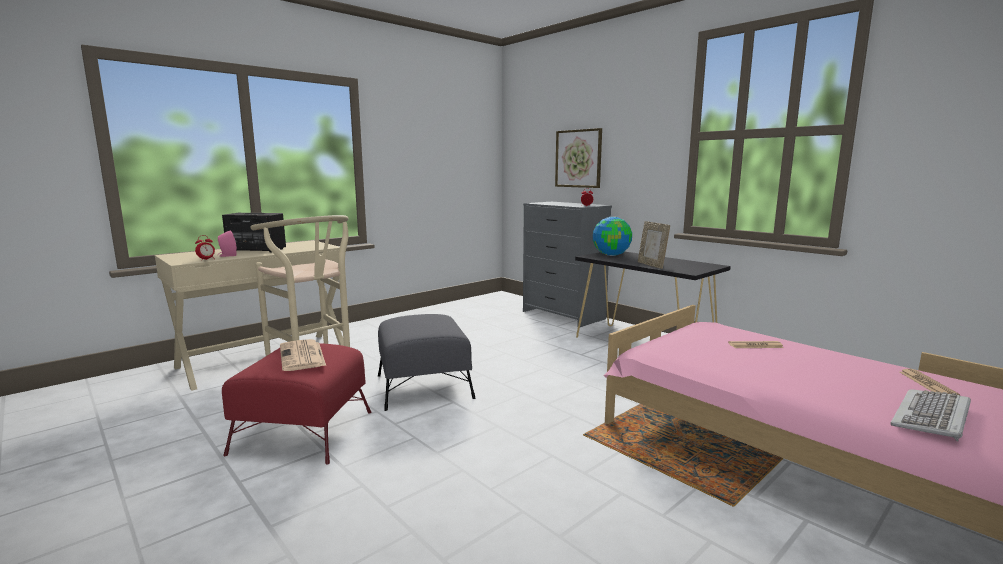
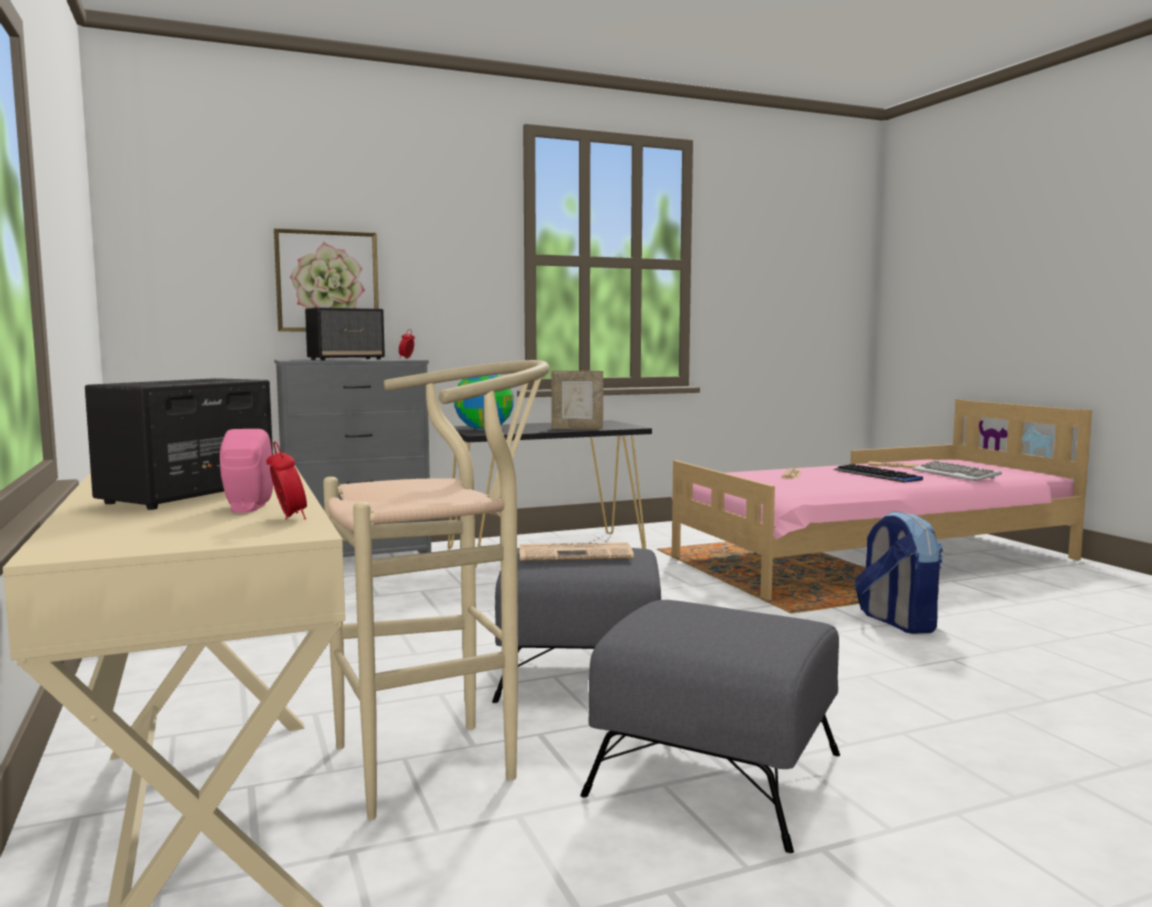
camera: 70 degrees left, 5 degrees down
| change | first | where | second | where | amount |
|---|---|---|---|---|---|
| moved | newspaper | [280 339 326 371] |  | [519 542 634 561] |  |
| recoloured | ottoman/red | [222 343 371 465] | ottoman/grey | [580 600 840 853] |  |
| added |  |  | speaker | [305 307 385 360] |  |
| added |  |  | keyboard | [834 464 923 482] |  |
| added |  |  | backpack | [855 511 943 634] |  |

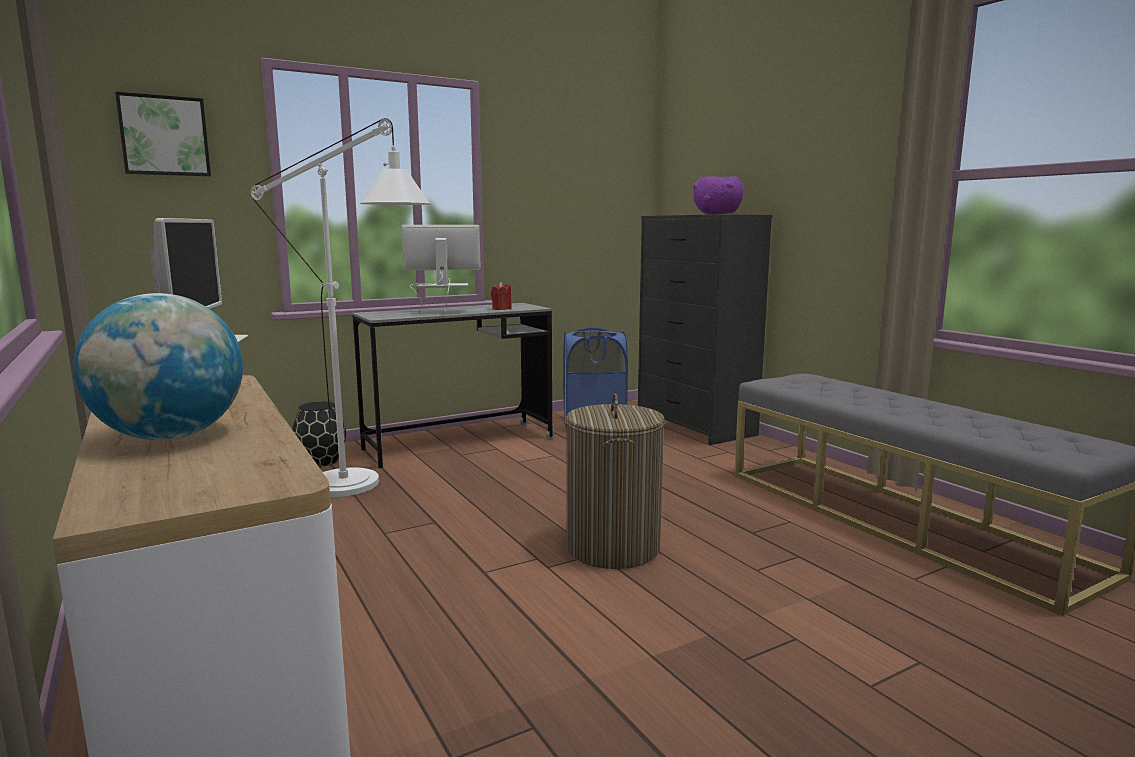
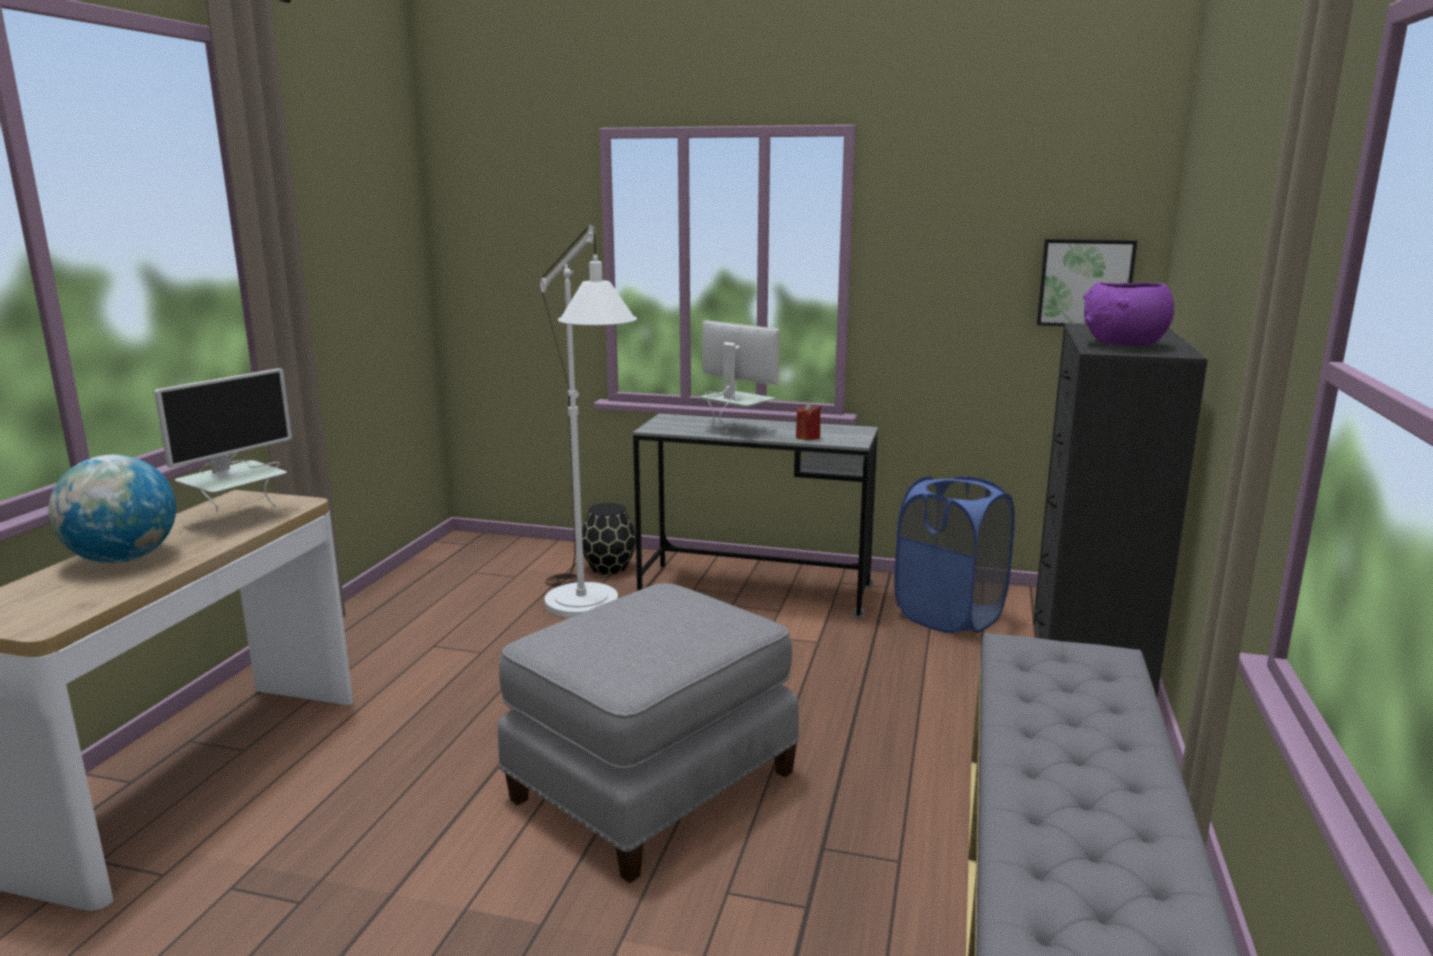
camera: 45 degrees right, 5 degrees up
| change | first | where | second | where | amount |
|---|---|---|---|---|---|
| moved | picture | [115 92 211 176] |  | [1037 239 1137 326] |  |
| replaced | laundry basket | [566 393 665 569] | ottoman/grey | [498 583 799 883] |  |

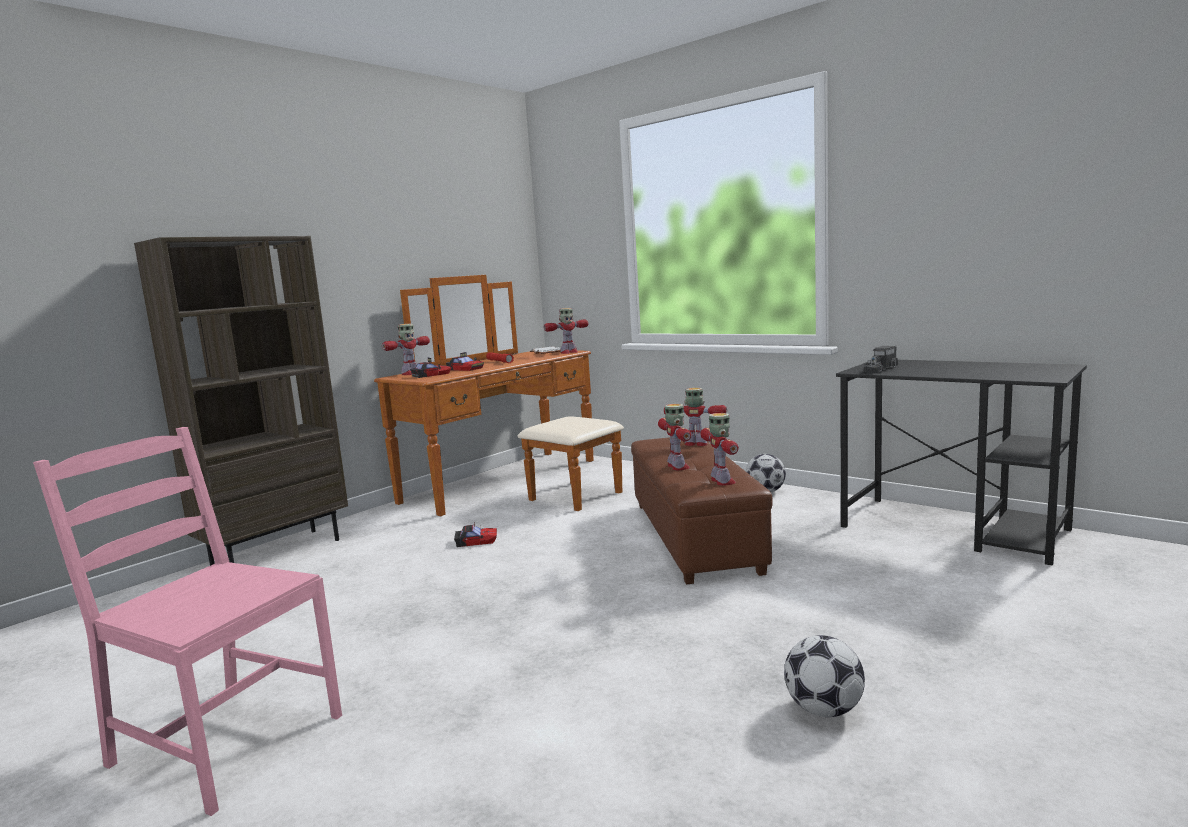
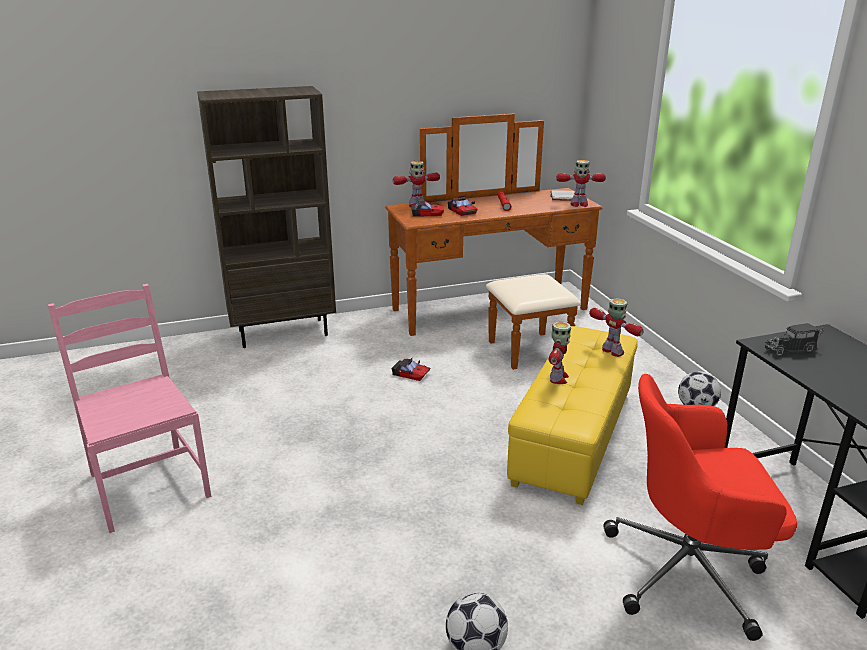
camera: 30 degrees right, 15 degrees up
| change | first | where | second | where | amount |
|---|---|---|---|---|---|
| removed | toy robot | [700 413 739 486] |  |  |  |
| recoloured | ottoman/brown | [631 437 773 585] | ottoman/yellow | [507 326 638 505] |  |
| added |  |  | office chair/red | [603 374 797 641] |  |

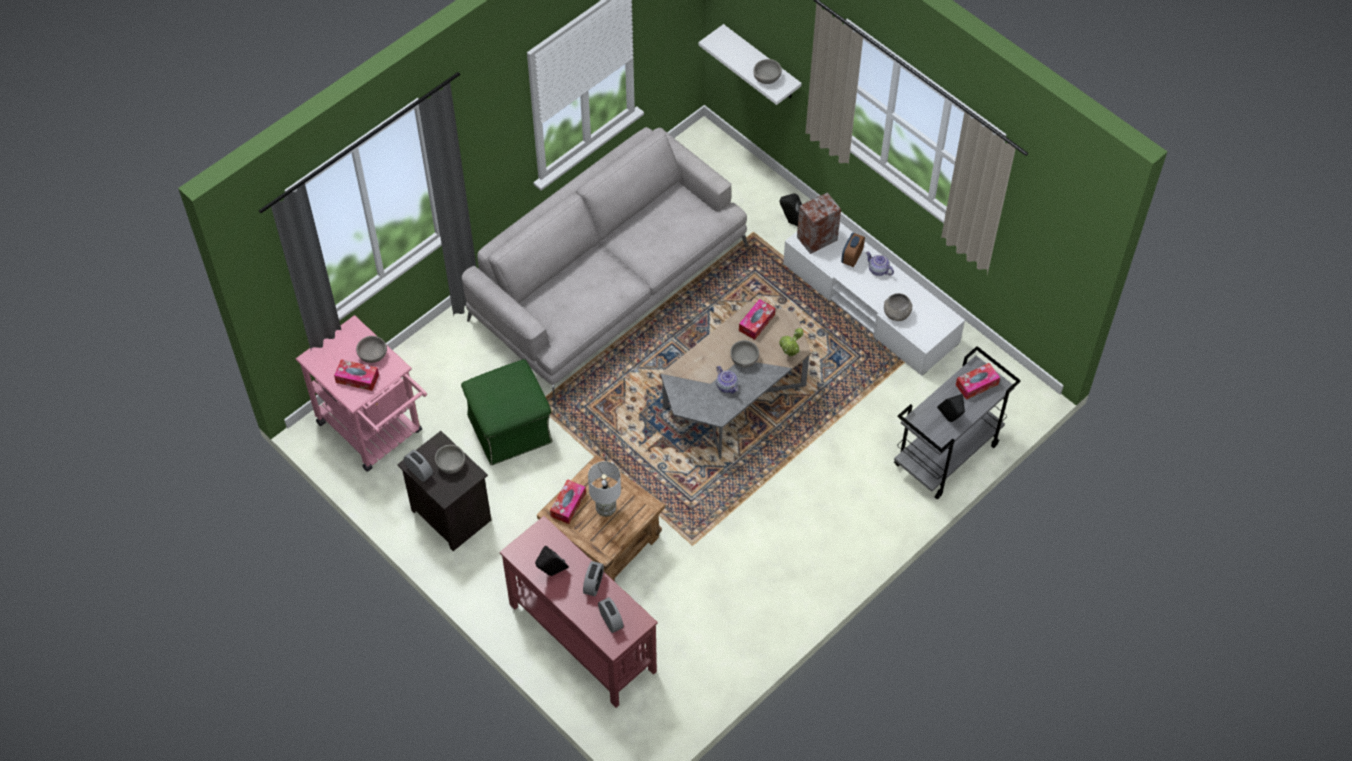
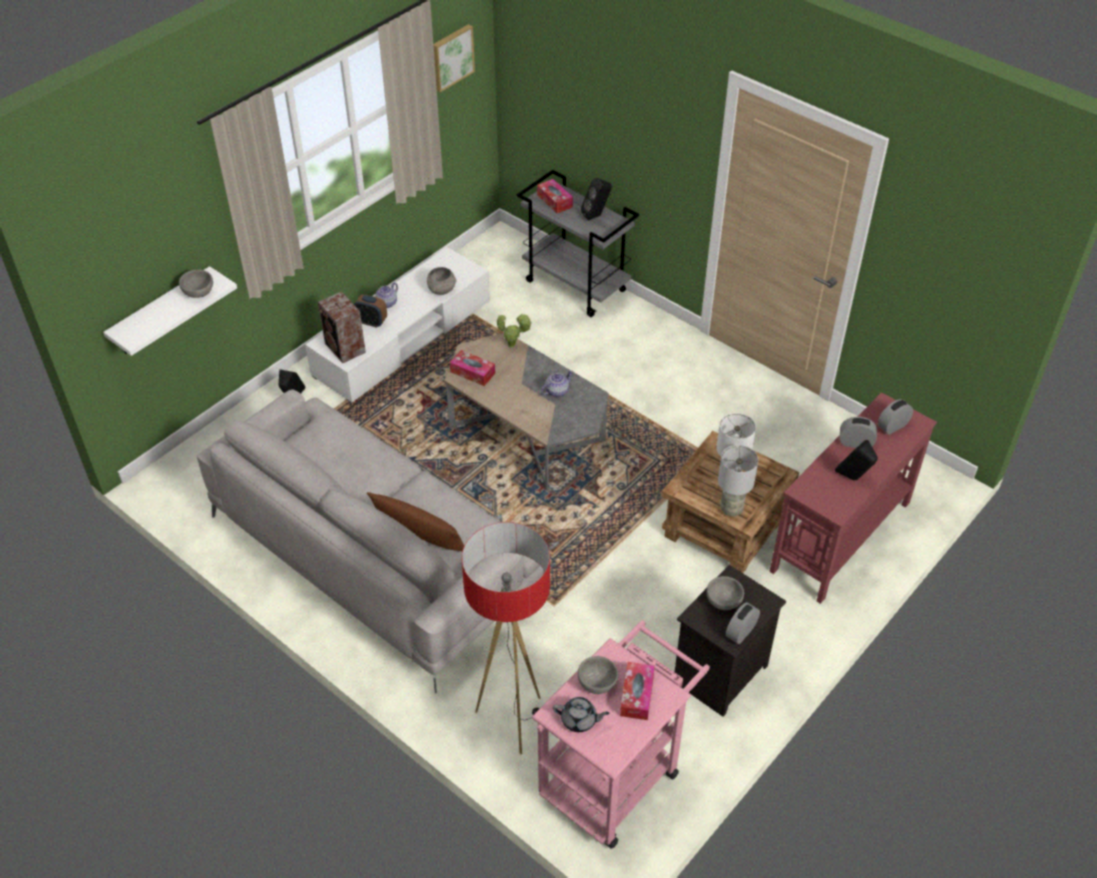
camera: 95 degrees left, 10 degrees down
| change | first | where | second | where | amount |
|---|---|---|---|---|---|
| removed | bowl/grey | [730 340 759 368] |  |  |  |
| removed | ottoman/green | [461 359 552 465] |  |  |  |
| replaced | tissue box | [550 479 586 524] | table lamp/grey | [718 445 758 517] |  |
| added |  |  | picture | [433 24 475 92] |  |
| added |  |  | pillow/brown | [367 492 464 551] |  |
| added |  |  | floor lamp | [462 522 550 754] |  |
| added |  |  | teapot/grey | [553 697 610 732] |  |

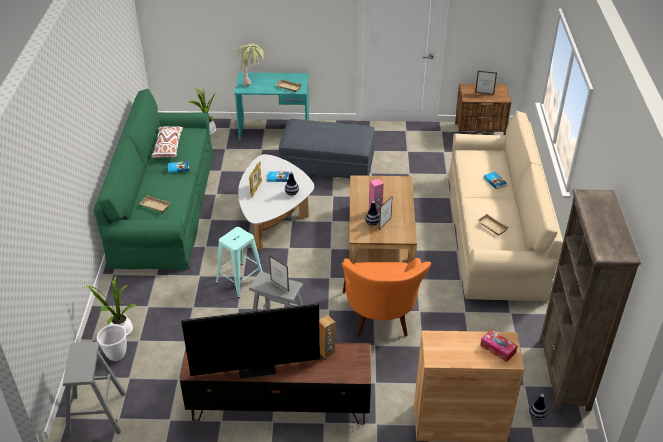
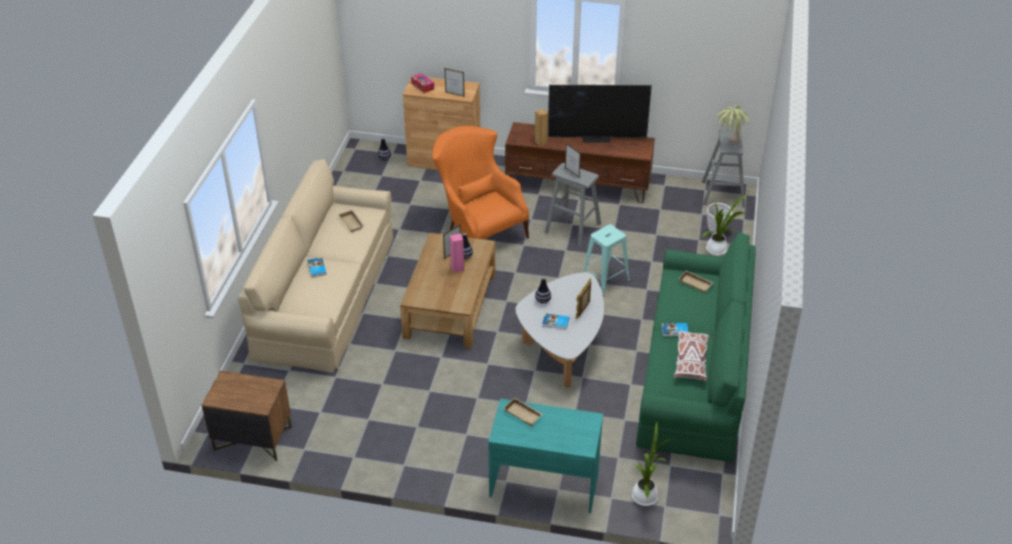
camera: 170 degrees left, 0 degrees up
| change | first | where | second | where | amount |
|---|---|---|---|---|---|
| moved | potted plant | [235 44 264 86] |  | [716 105 750 143] |  |
| moved | picture frame | [475 71 497 95] |  | [444 68 465 97] |  |
| removed | ottoman/grey | [279 119 375 178] |  |  |  |
| removed | bookcase/brown | [540 189 641 411] |  |  |  |
| turned | armchair/orange | [342 258 431 337] |  | [432 126 529 239] | 45 degrees counterclockwise |

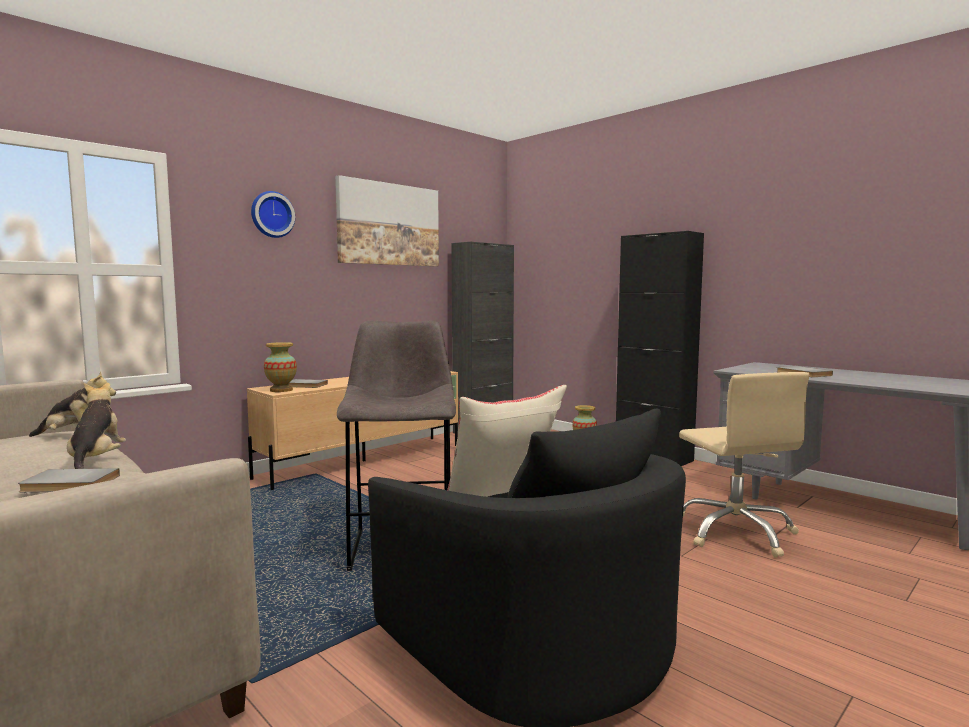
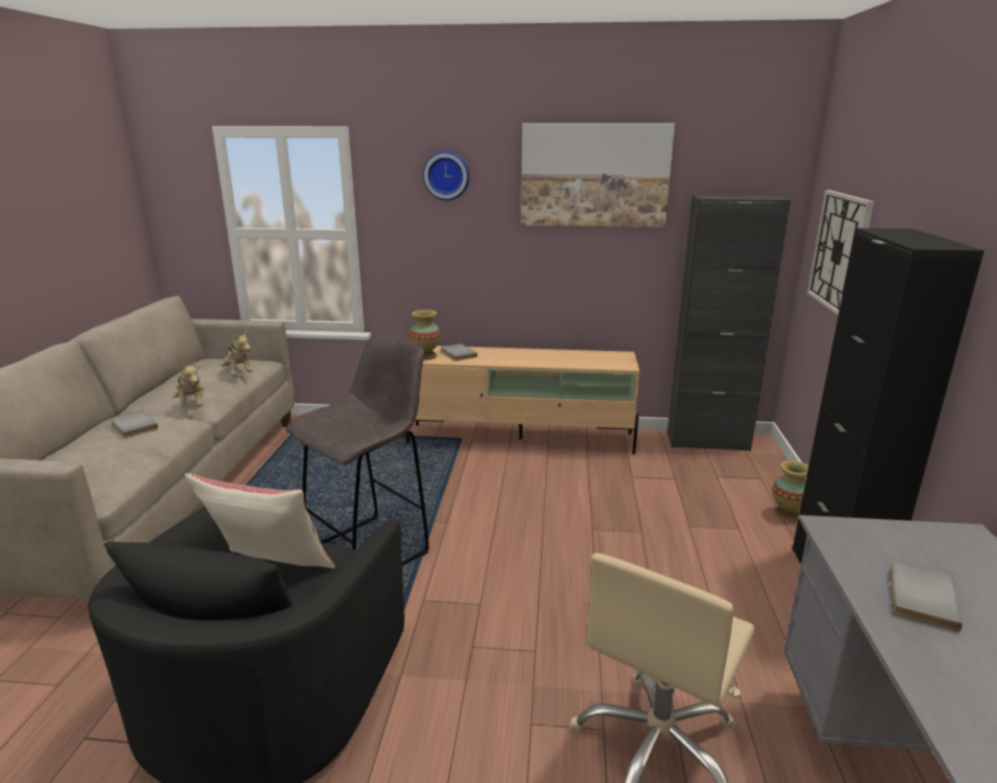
camera: 50 degrees right, 15 degrees up
| change | first | where | second | where | amount |
|---|---|---|---|---|---|
| turned | plush toy | [67 383 126 469] |  | [172 360 204 408] | 120 degrees clockwise |
| added |  |  | wall clock | [807 190 874 315] |  |

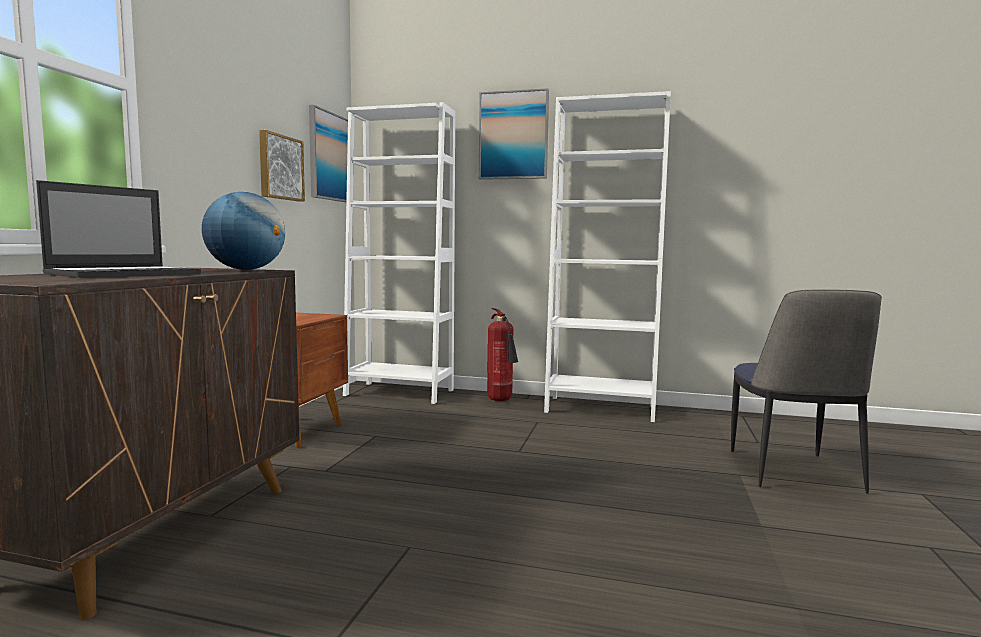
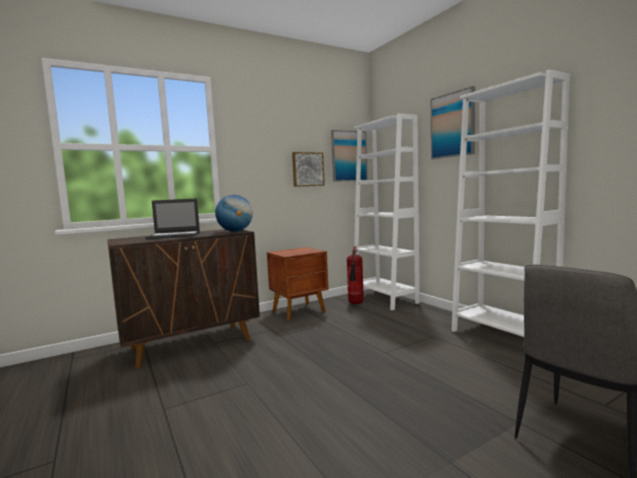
camera: 45 degrees right, 0 degrees up
| change | first | where | second | where | amount |
|---|---|---|---|---|---|
| moved | fire extinguisher | [487 308 518 401] |  | [347 246 364 304] |  |

